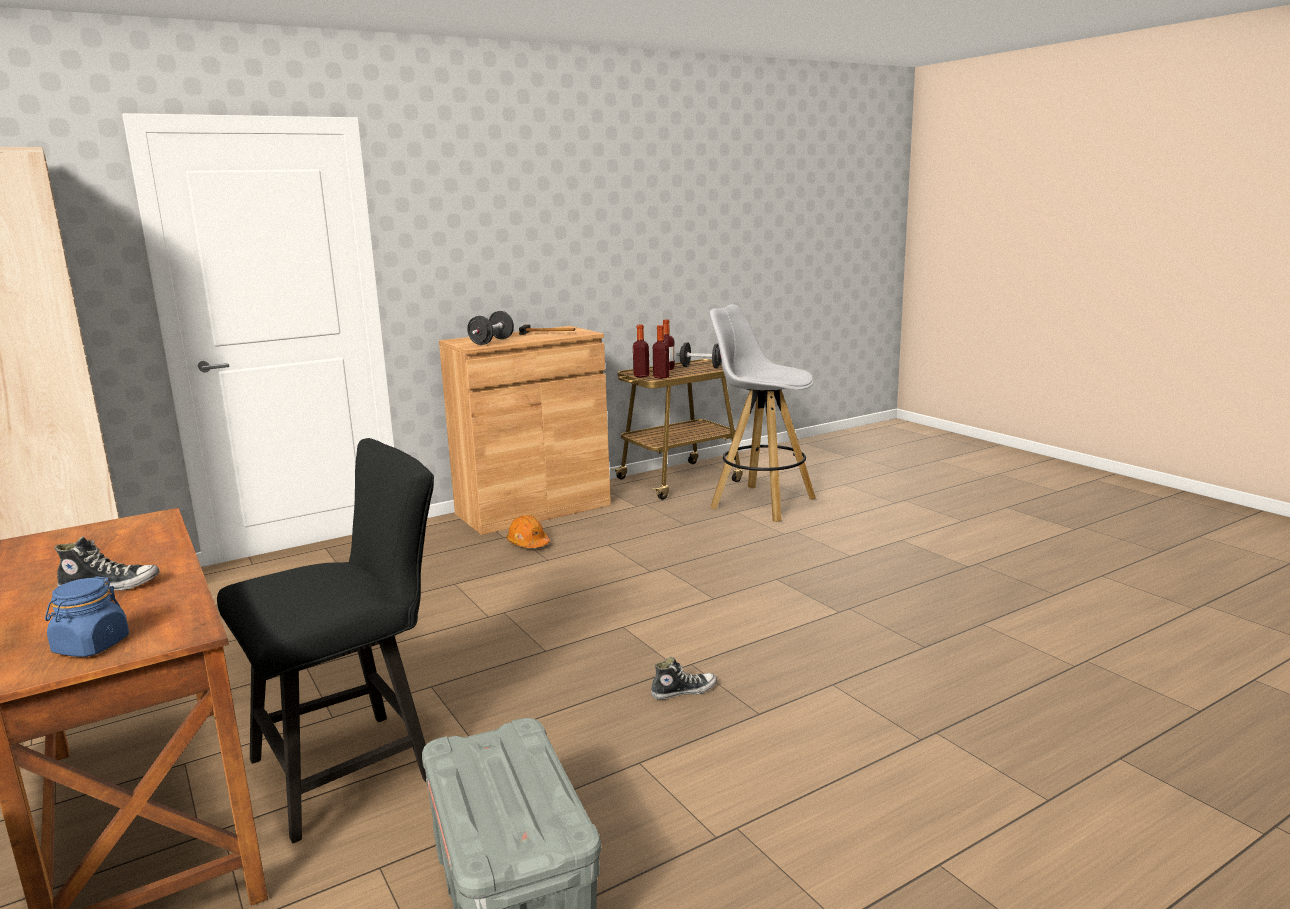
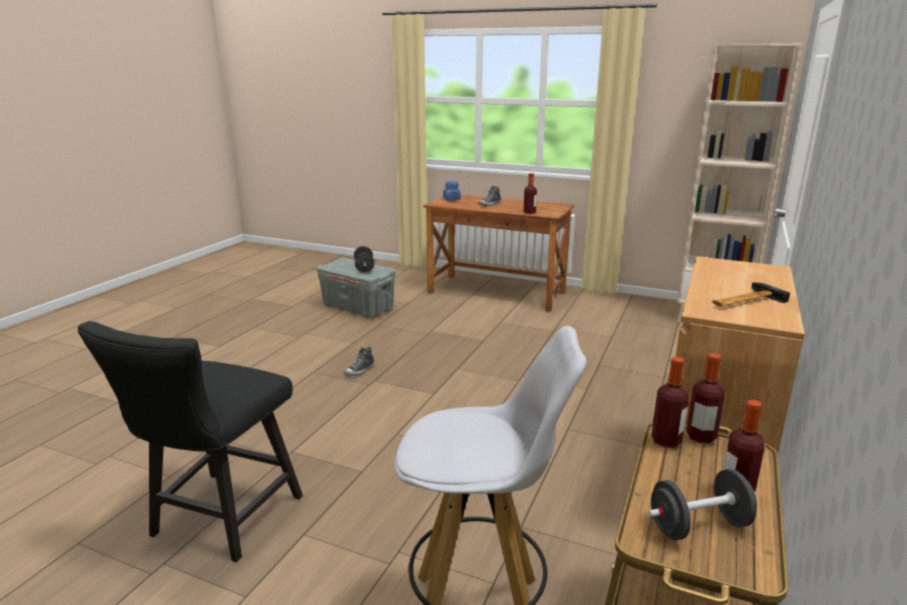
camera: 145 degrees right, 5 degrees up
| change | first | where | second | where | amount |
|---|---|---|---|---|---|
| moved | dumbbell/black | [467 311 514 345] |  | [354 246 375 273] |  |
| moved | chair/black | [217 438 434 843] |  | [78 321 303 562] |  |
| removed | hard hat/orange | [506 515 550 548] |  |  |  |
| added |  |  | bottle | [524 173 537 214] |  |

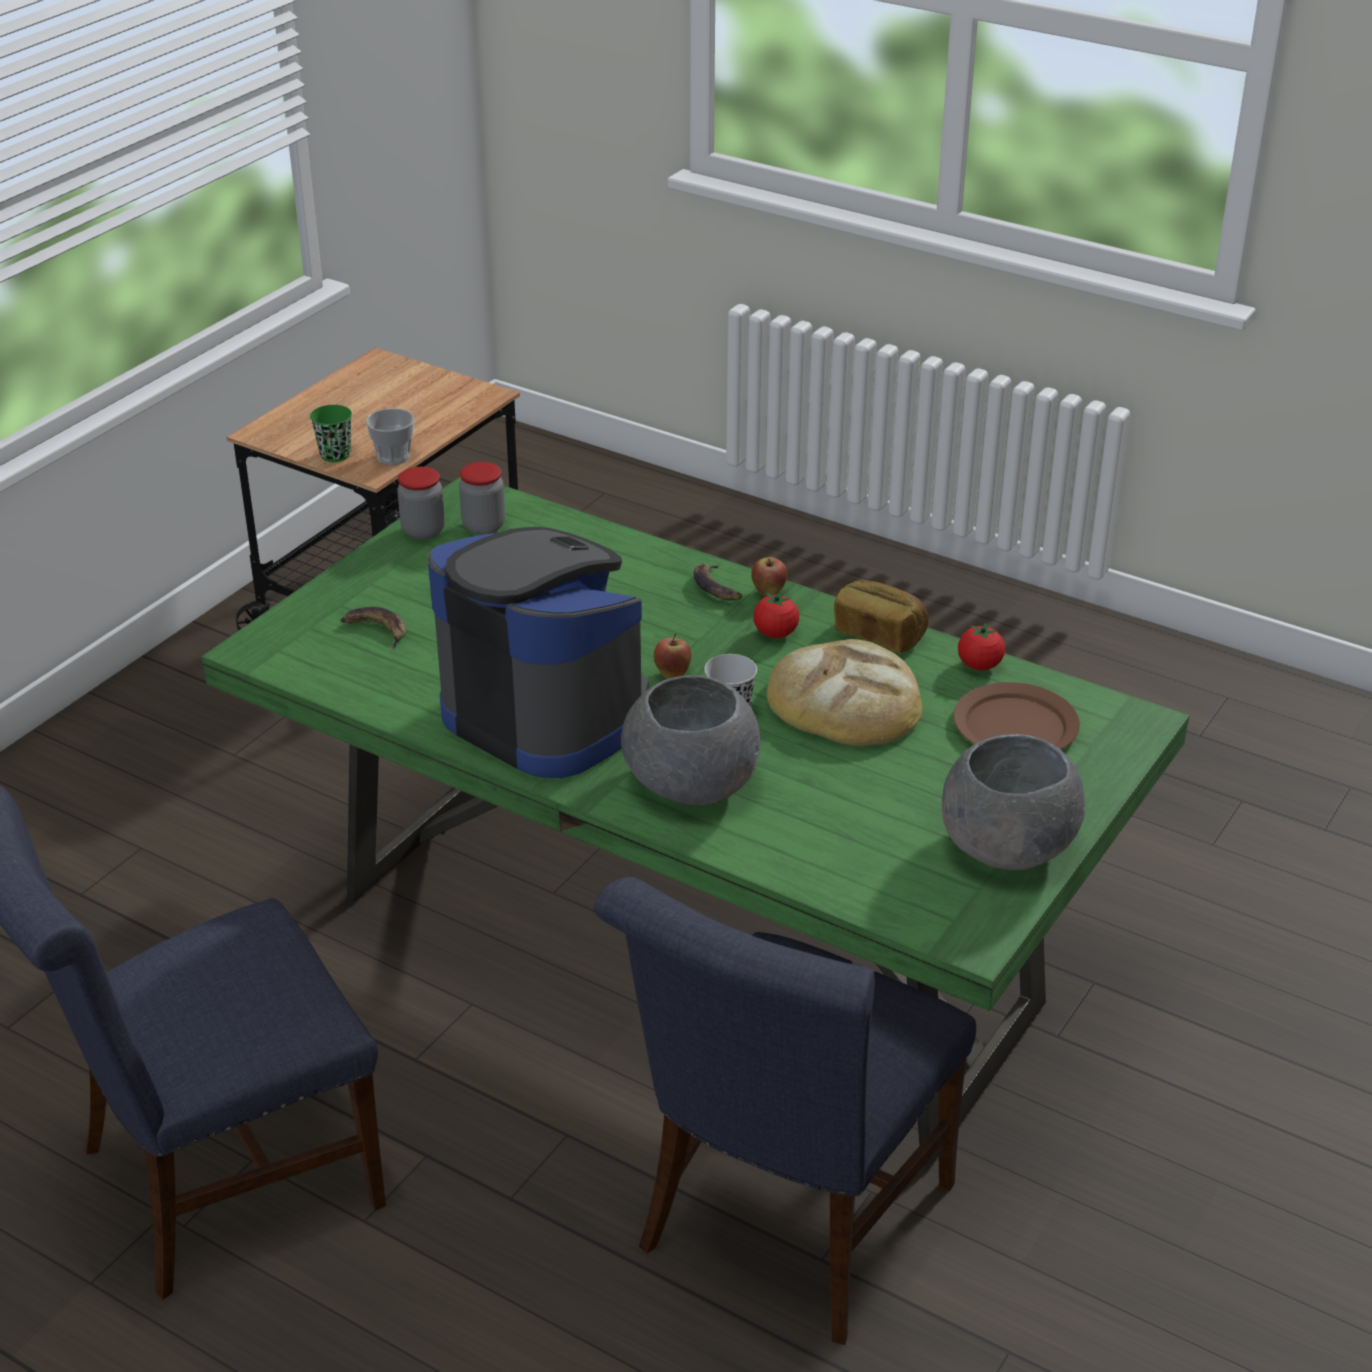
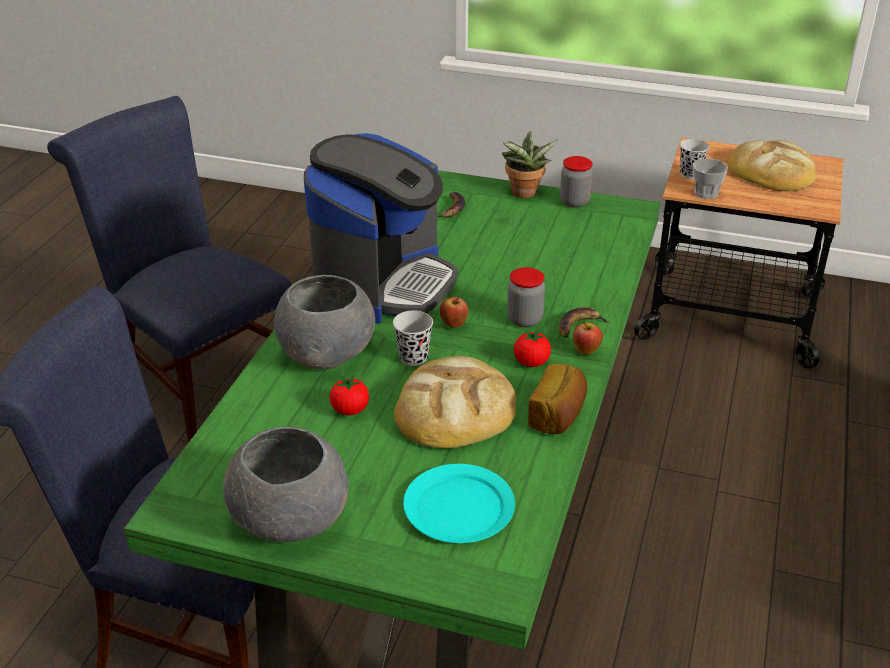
camera: 75 degrees right, 0 degrees up
| change | first | where | second | where | amount |
|---|---|---|---|---|---|
| recoloured | cup/green | [310 405 352 462] | cup/black | [680 139 710 179] |  |
| moved | jar | [459 462 505 535] |  | [507 267 545 327] |  |
| moved | tomato | [958 622 1005 670] |  | [329 375 369 415] |  |
| recoloured | plate/brown | [953 682 1080 750] | plate/turquoise | [403 464 515 543] |  |
| added |  |  | potted plant | [502 131 558 198] |  |
| added |  |  | bread | [728 140 816 191] |  |

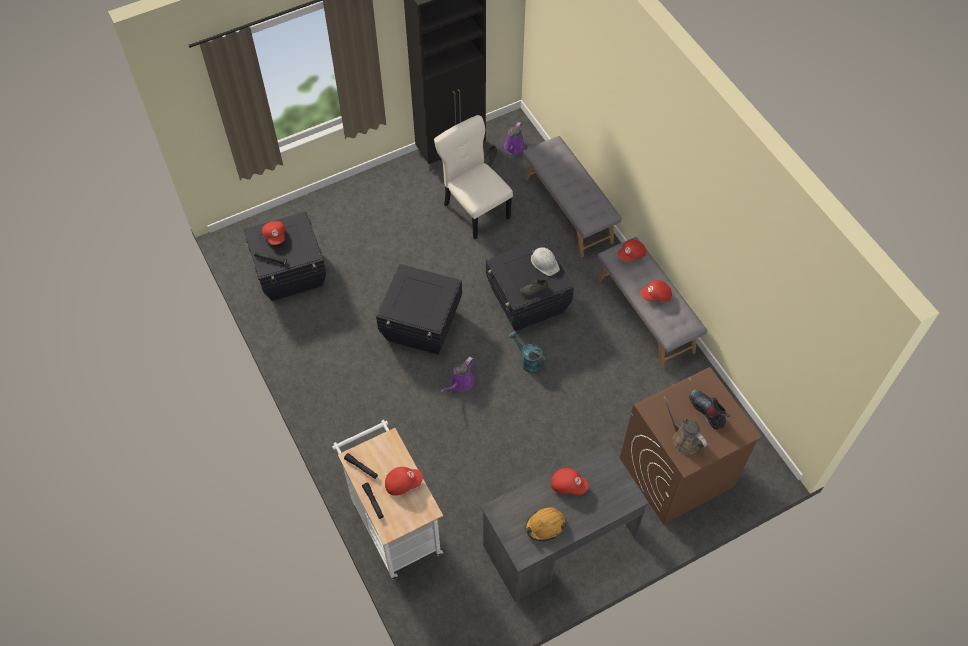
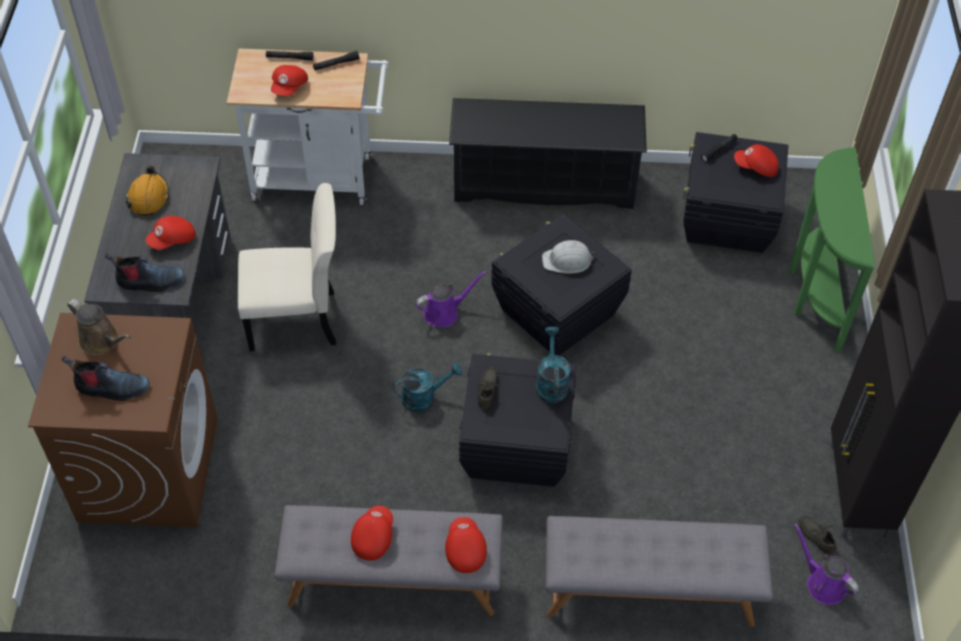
camera: 120 degrees right, 5 degrees down
| change | first | where | second | where | amount |
|---|---|---|---|---|---|
| moved | chair/beige | [434 115 513 239] |  | [238 183 336 352] |  |
| moved | hard hat/white | [531 247 560 276] |  | [542 240 595 274] |  |
| turned | watering can/purple | [441 357 475 392] |  | [416 271 487 327] | 90 degrees clockwise |
| turned | watering can/brown | [663 397 707 454] |  | [67 299 130 355] | 45 degrees clockwise |
| added |  |  | shoe rack/black | [449 98 647 209] |  |
| added |  |  | console table/green | [790 147 875 352] |  |
| added |  |  | boot | [105 253 184 292] |  |
| added |  |  | watering can/turquoise | [536 327 570 403] |  |

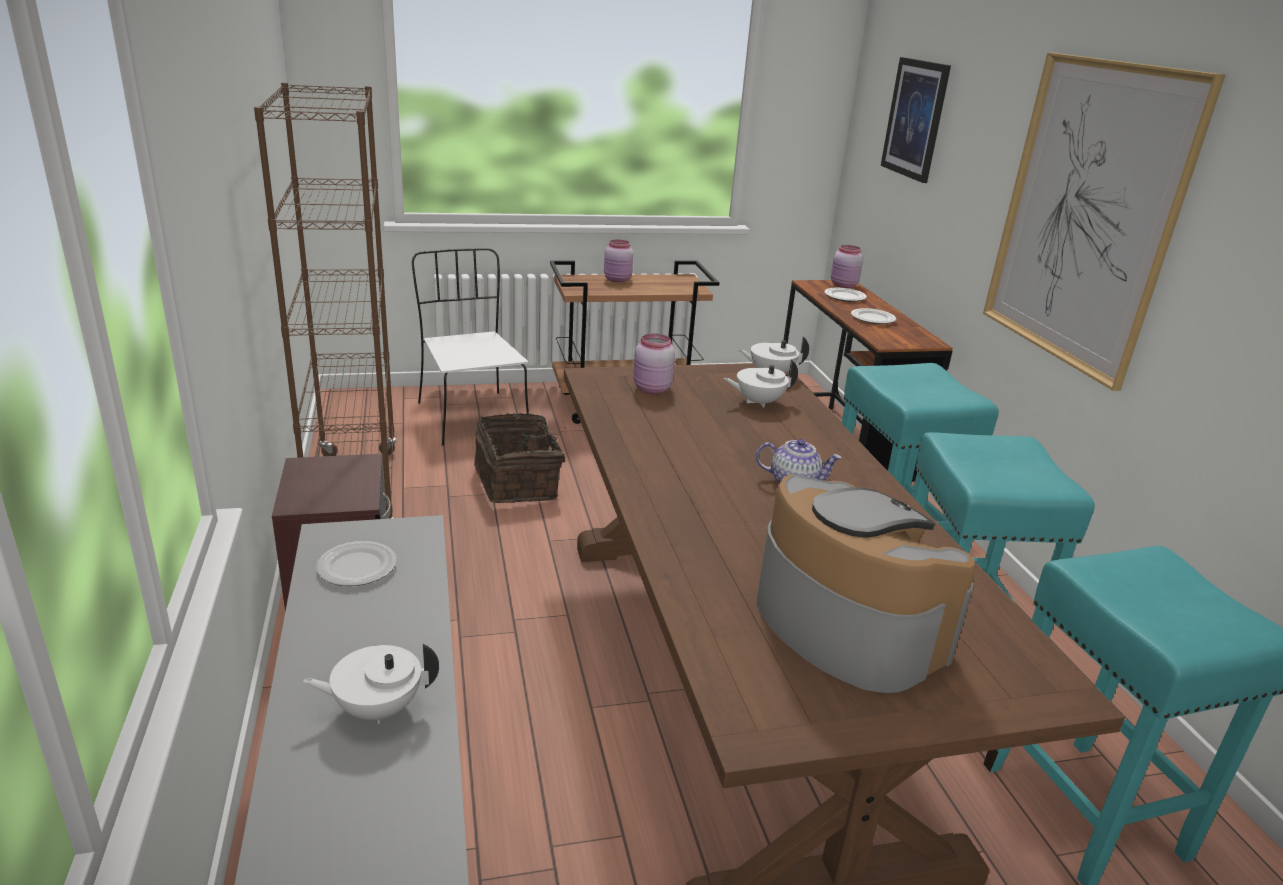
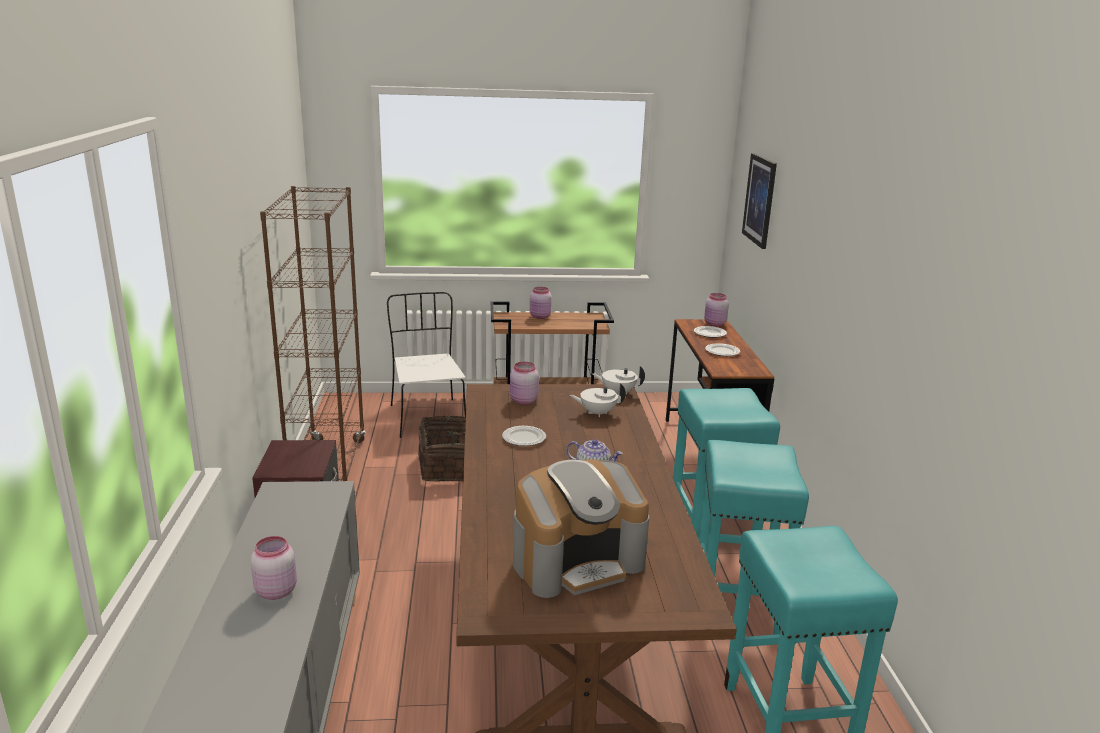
camera: 10 degrees right, 5 degrees down
| change | first | where | second | where | amount |
|---|---|---|---|---|---|
| removed | picture | [983 52 1226 391] |  |  |  |
| turned | coffee machine | [757 474 976 693] |  | [513 459 649 598] | 90 degrees clockwise |
| moved | plate | [316 541 397 586] |  | [502 426 546 446] |  |
| replaced | teapot/white | [303 644 439 724] | jar/pink | [251 536 297 600] |  |

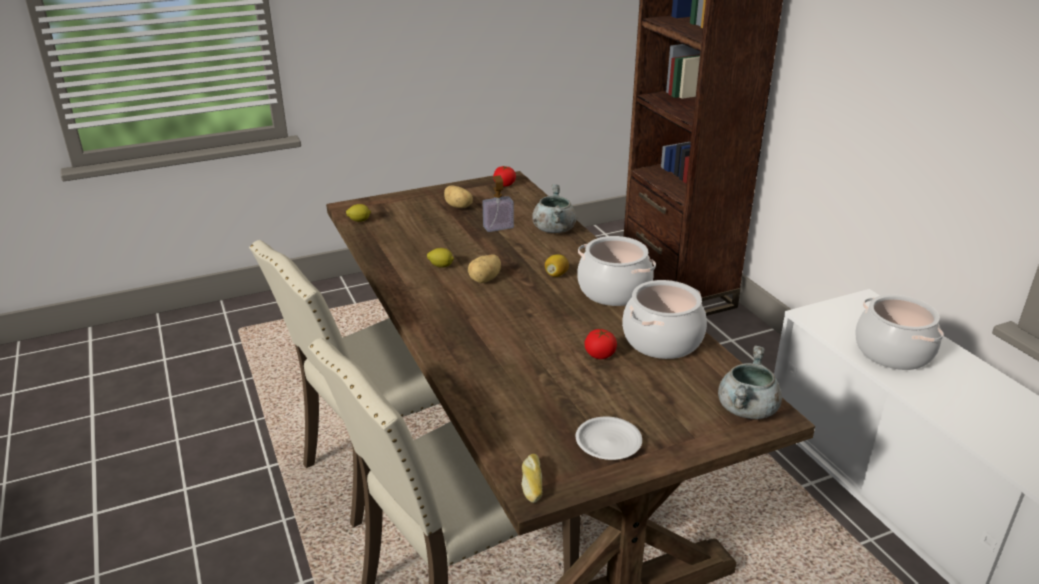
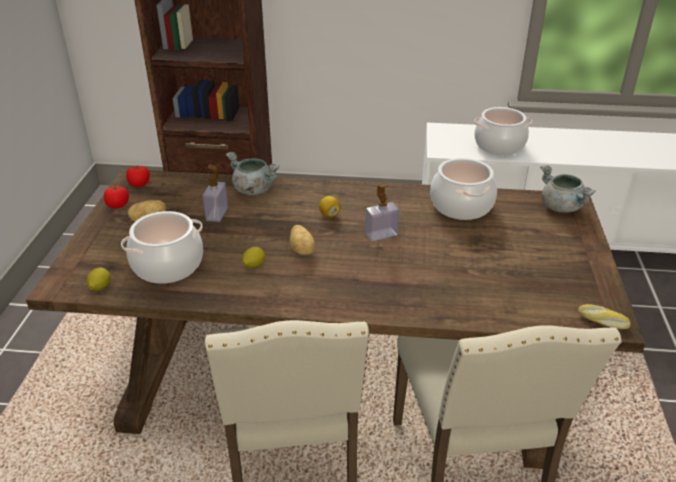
camera: 60 degrees left, 5 degrees up
| change | first | where | second | where | amount |
|---|---|---|---|---|---|
| moved | cooking pot | [578 236 656 306] |  | [121 211 203 284] |  |
| moved | tomato | [585 329 617 359] |  | [104 186 129 208] |  |
| removed | plate/white | [576 416 642 460] |  |  |  |
| added |  |  | soap dispenser | [365 184 399 241] |  |

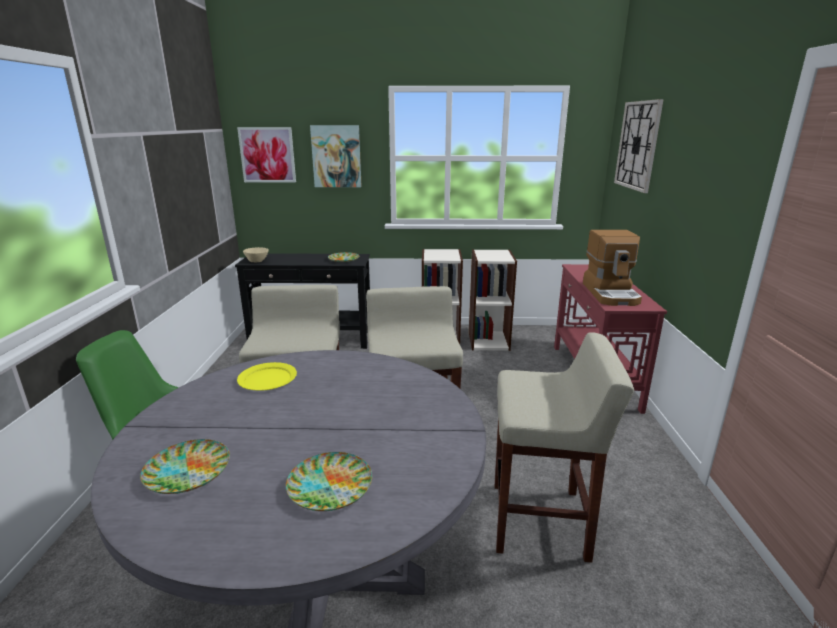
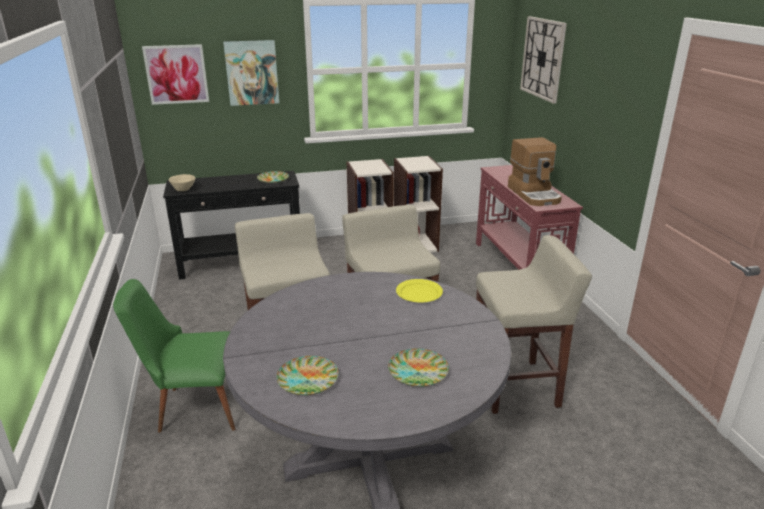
camera: 15 degrees left, 5 degrees up
| change | first | where | second | where | amount |
|---|---|---|---|---|---|
| moved | plate/yellow | [237 362 297 390] |  | [396 279 443 303] |  |

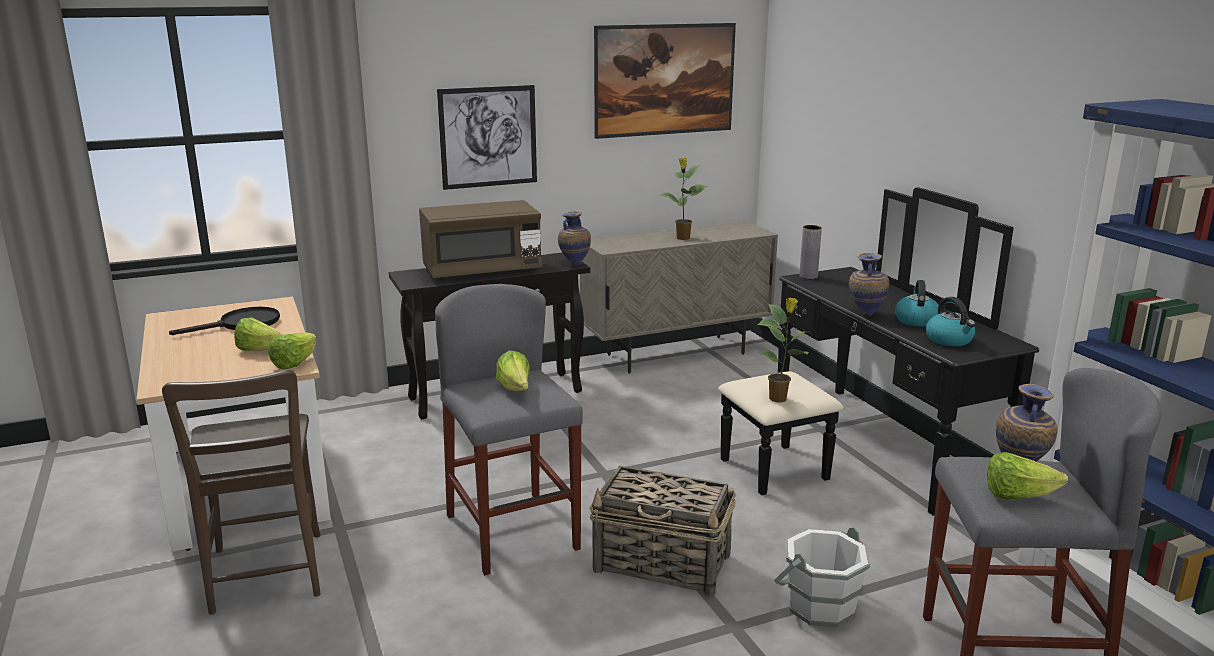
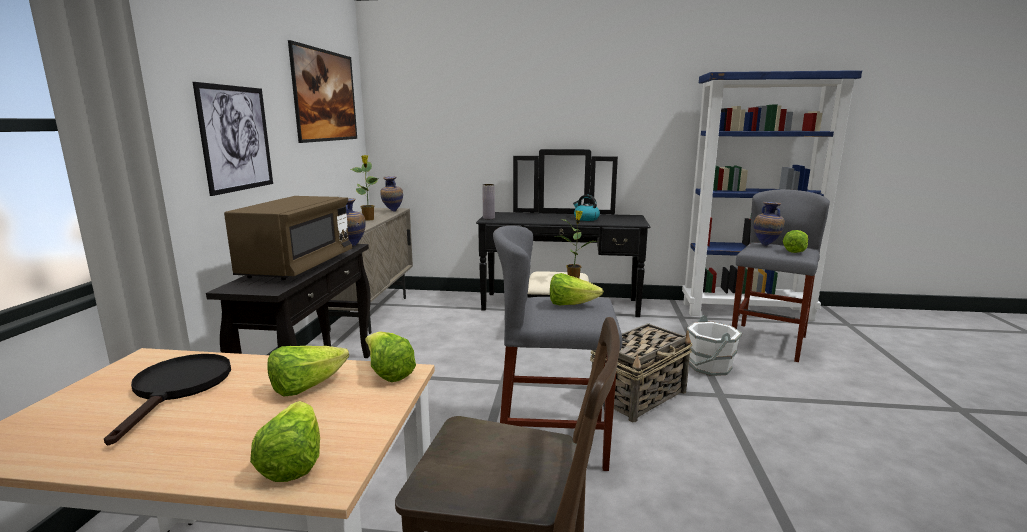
camera: 60 degrees left, 5 degrees down
| change | first | where | second | where | amount |
|---|---|---|---|---|---|
| moved | vase | [849 253 890 316] |  | [380 176 403 212] |  |
| removed | kettle | [926 297 975 346] |  |  |  |
| added |  |  | lettuce | [250 401 320 482] |  |

